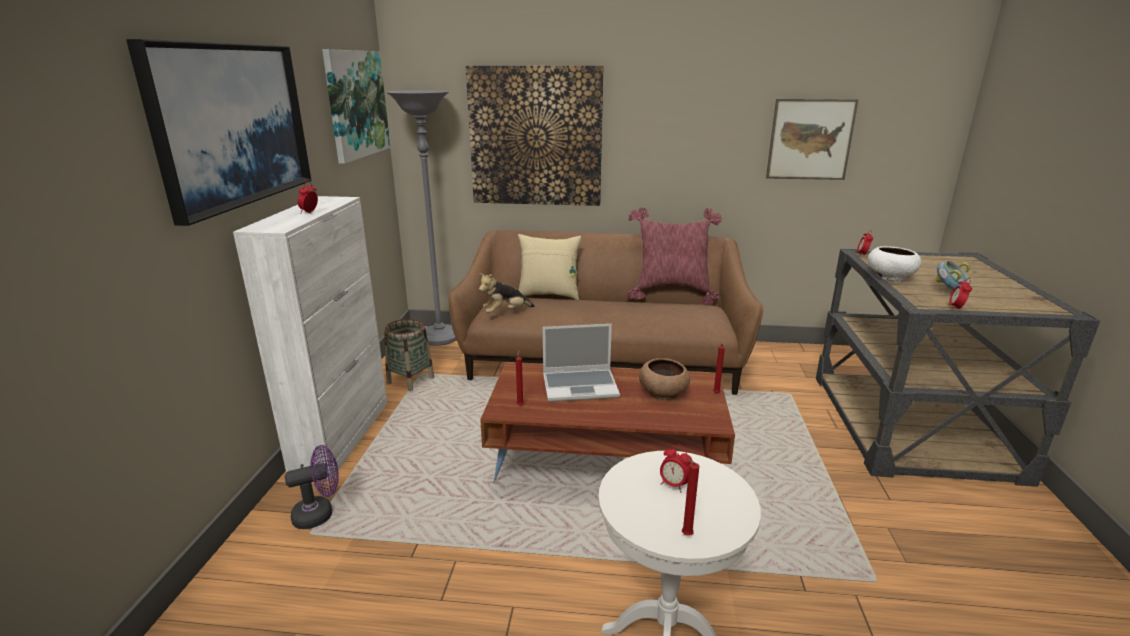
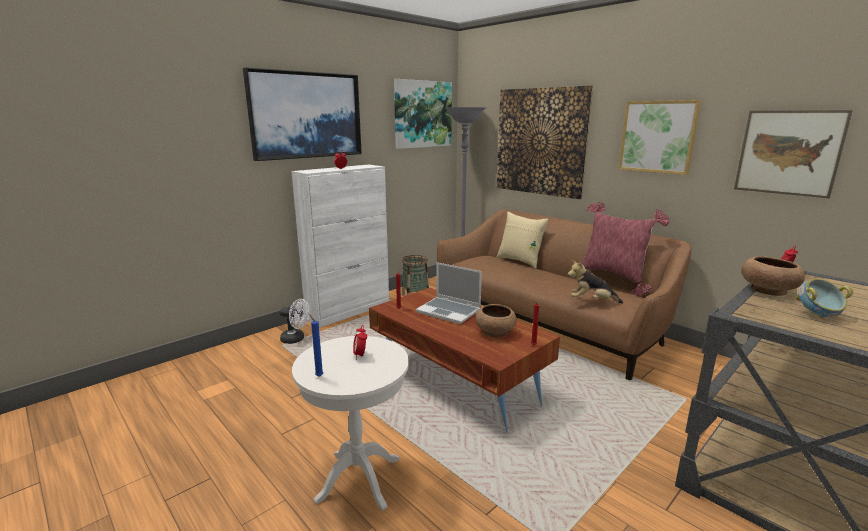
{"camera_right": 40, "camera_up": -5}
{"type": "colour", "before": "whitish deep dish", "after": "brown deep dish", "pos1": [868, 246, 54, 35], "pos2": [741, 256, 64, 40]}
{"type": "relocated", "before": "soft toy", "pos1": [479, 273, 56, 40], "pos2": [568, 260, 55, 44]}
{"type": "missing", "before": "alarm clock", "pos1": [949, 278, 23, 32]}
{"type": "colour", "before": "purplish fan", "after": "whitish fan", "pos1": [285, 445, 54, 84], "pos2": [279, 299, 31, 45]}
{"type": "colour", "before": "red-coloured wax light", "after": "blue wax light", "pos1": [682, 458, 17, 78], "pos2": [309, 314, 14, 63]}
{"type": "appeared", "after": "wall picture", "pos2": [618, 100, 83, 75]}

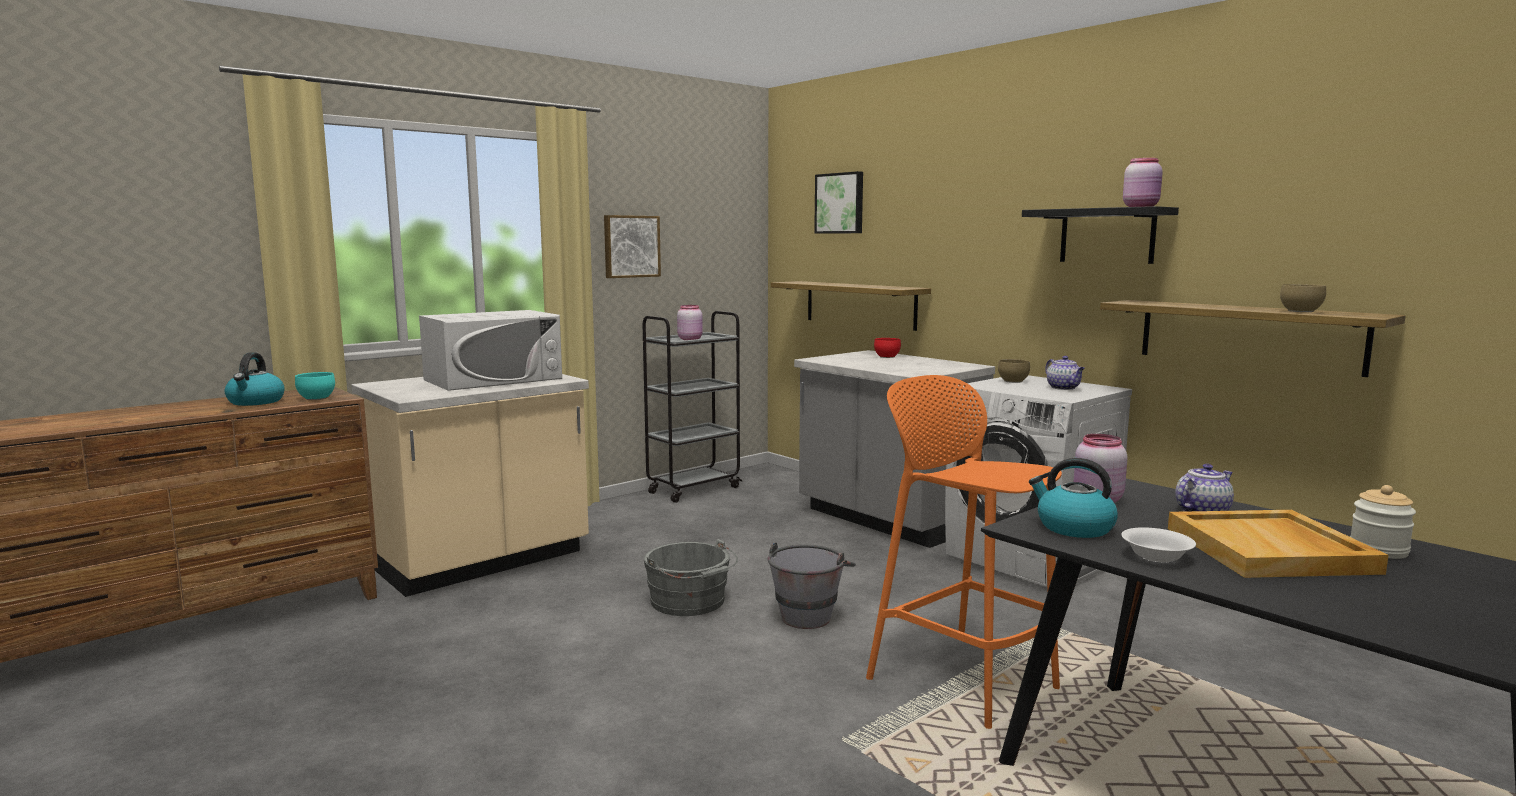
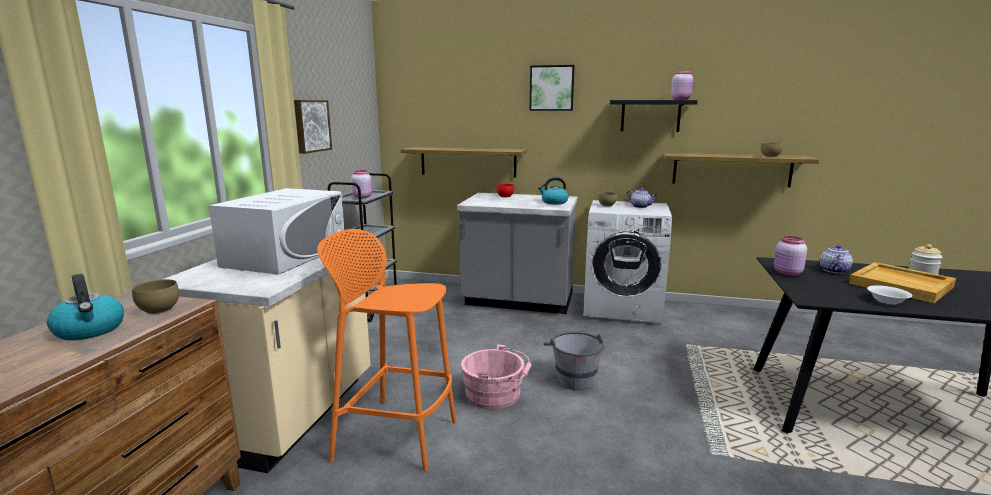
{"camera_right": -35, "camera_up": 5}
{"type": "relocated", "before": "wall picture", "pos1": [814, 171, 49, 63], "pos2": [530, 65, 45, 46]}
{"type": "colour", "before": "turquoise deep dish", "after": "brown deep dish", "pos1": [295, 372, 40, 28], "pos2": [132, 279, 47, 35]}
{"type": "relocated", "before": "orange stool", "pos1": [866, 375, 196, 354], "pos2": [317, 229, 140, 242]}
{"type": "relocated", "before": "water kettle", "pos1": [1029, 458, 89, 80], "pos2": [538, 177, 31, 27]}
{"type": "colour", "before": "gray bucket", "after": "pink bucket", "pos1": [644, 539, 94, 77], "pos2": [461, 344, 70, 65]}

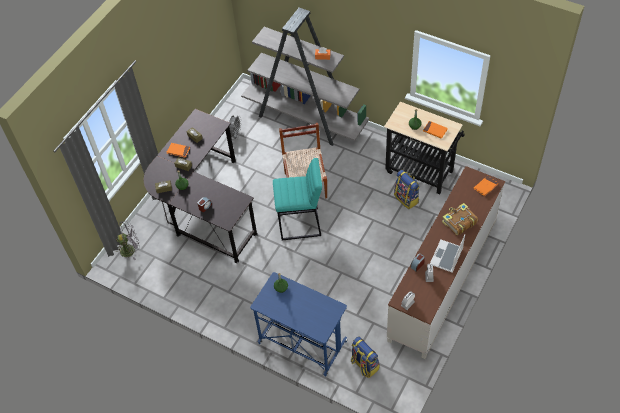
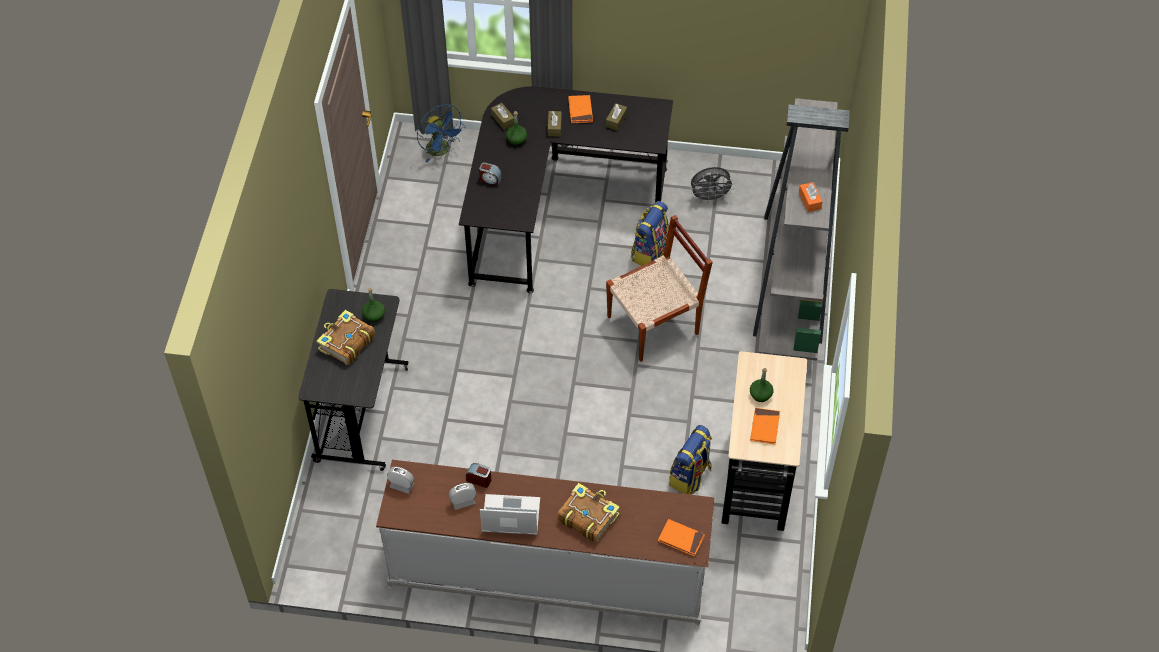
{"camera_right": 65, "camera_up": 0}
{"type": "missing", "before": "turquoise stool", "pos1": [273, 158, 49, 83]}
{"type": "colour", "before": "gray fan", "after": "blue fan", "pos1": [115, 220, 25, 40], "pos2": [417, 104, 49, 59]}
{"type": "colour", "before": "blue desk", "after": "black-coloured desk", "pos1": [250, 272, 97, 105], "pos2": [298, 289, 110, 182]}
{"type": "relocated", "before": "rucksack", "pos1": [351, 336, 28, 42], "pos2": [631, 201, 38, 65]}
{"type": "appeared", "after": "volume", "pos2": [317, 310, 58, 55]}

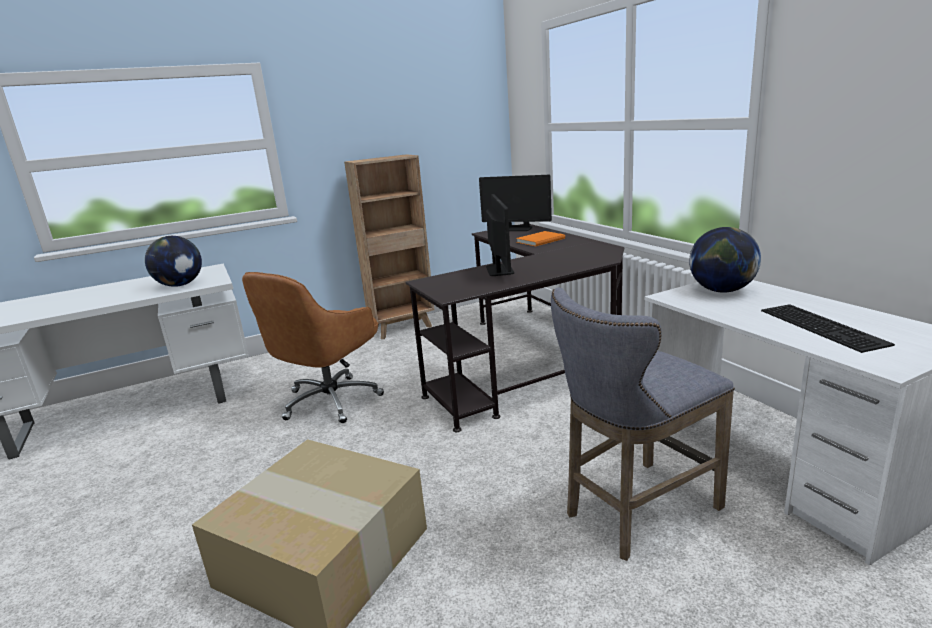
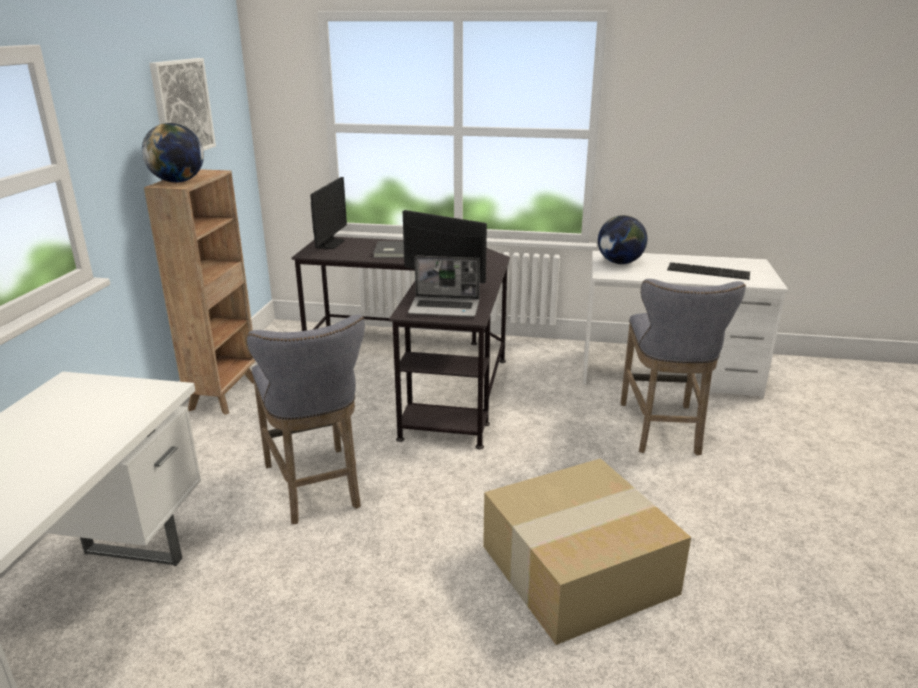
{"camera_right": -55, "camera_up": 5}
{"type": "spun", "before": "monitor", "pos1": [479, 175, 73, 56], "pos2": [310, 177, 37, 72], "turn": -45}
{"type": "colour", "before": "orange volume", "after": "gray volume", "pos1": [516, 231, 49, 15], "pos2": [373, 241, 31, 17]}
{"type": "relocated", "before": "world globe", "pos1": [145, 236, 57, 51], "pos2": [142, 123, 62, 60]}
{"type": "exchanged", "before": "brown desk chair", "after": "gray stool", "pos1": [242, 272, 142, 151], "pos2": [246, 314, 119, 210]}
{"type": "appeared", "after": "wall picture", "pos2": [149, 58, 67, 93]}
{"type": "appeared", "after": "laptop", "pos2": [408, 256, 72, 61]}

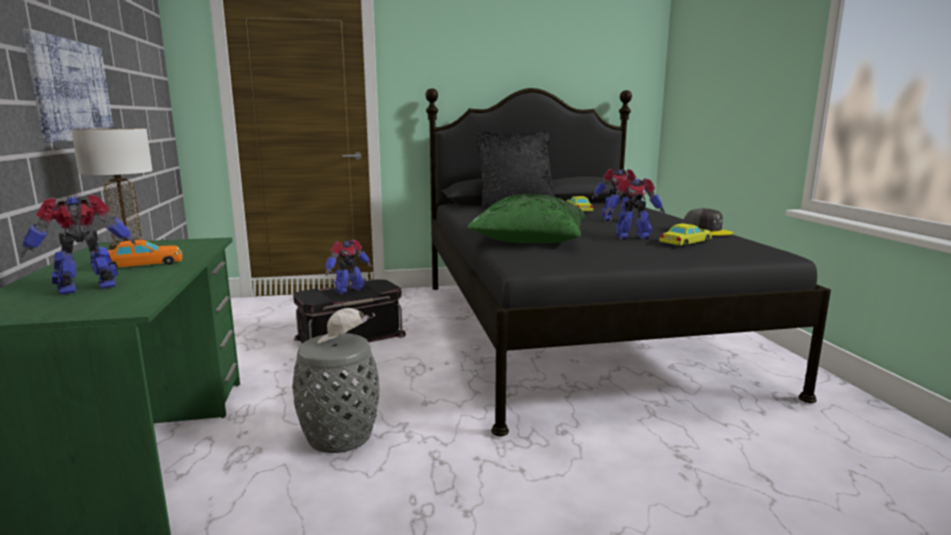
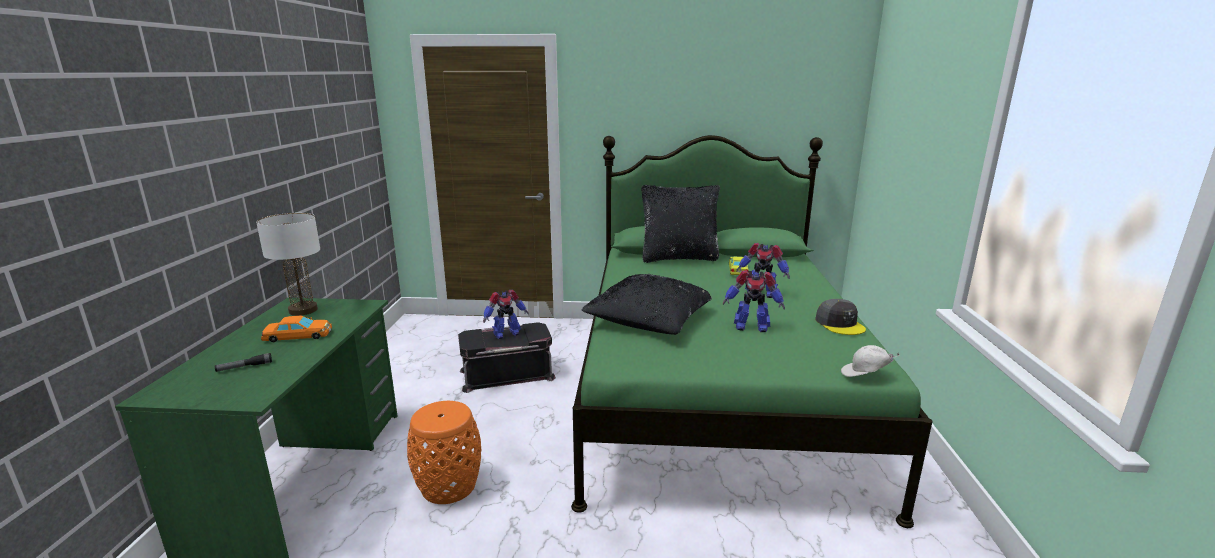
{"camera_right": 15, "camera_up": 5}
{"type": "missing", "before": "wall picture", "pos1": [22, 29, 92, 114]}
{"type": "colour", "before": "black-coloured bed", "after": "green bed", "pos1": [426, 88, 405, 348], "pos2": [571, 135, 362, 393]}
{"type": "colour", "before": "green pillow", "after": "black-coloured pillow", "pos1": [468, 194, 118, 49], "pos2": [581, 274, 131, 61]}
{"type": "exchanged", "before": "robot figure", "after": "flashlight", "pos1": [21, 195, 115, 100], "pos2": [215, 353, 57, 19]}
{"type": "missing", "before": "yellowish toy car", "pos1": [659, 223, 53, 24]}
{"type": "relocated", "before": "whitish baseball cap", "pos1": [317, 308, 58, 36], "pos2": [841, 345, 59, 32]}
{"type": "colour", "before": "gray stool", "after": "orange stool", "pos1": [293, 333, 86, 120], "pos2": [407, 401, 74, 103]}

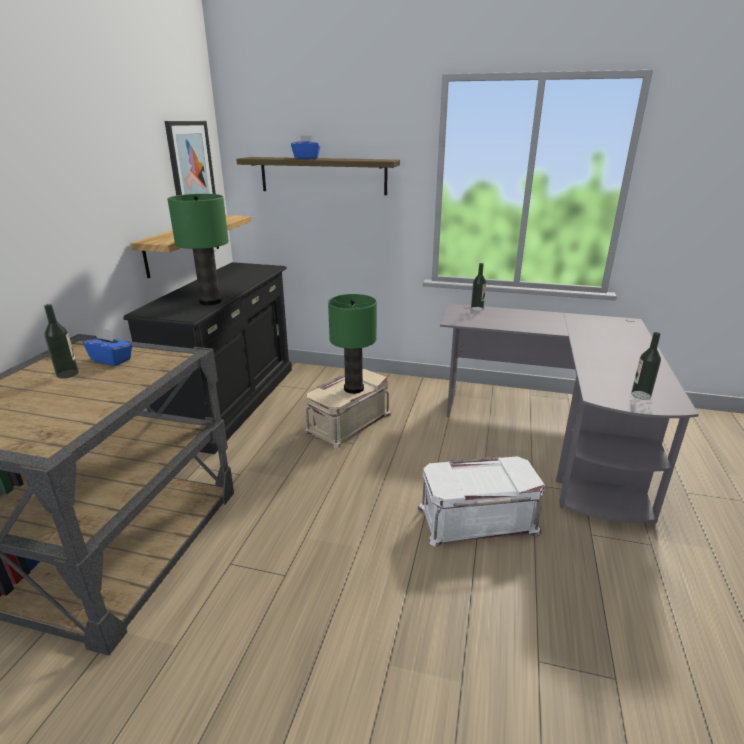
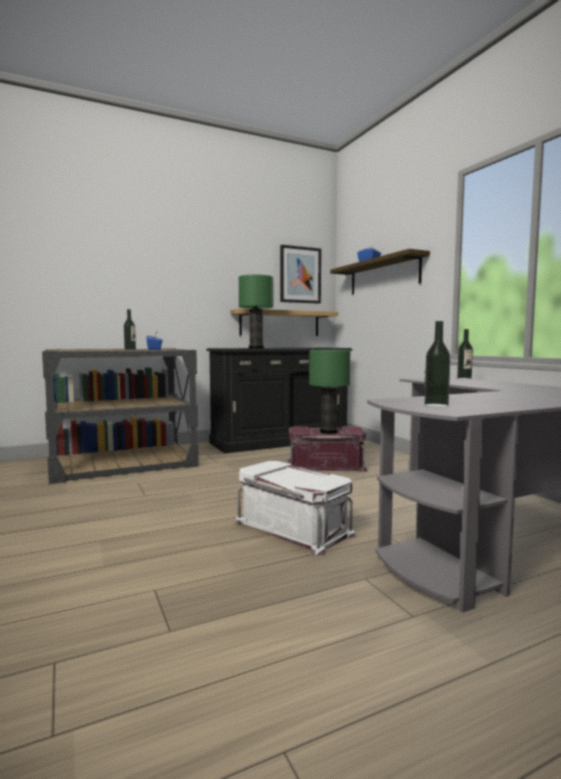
{"camera_right": 50, "camera_up": -20}
{"type": "colour", "before": "beige-coloured storage box", "after": "red-coloured storage box", "pos1": [305, 369, 86, 79], "pos2": [287, 426, 81, 46]}

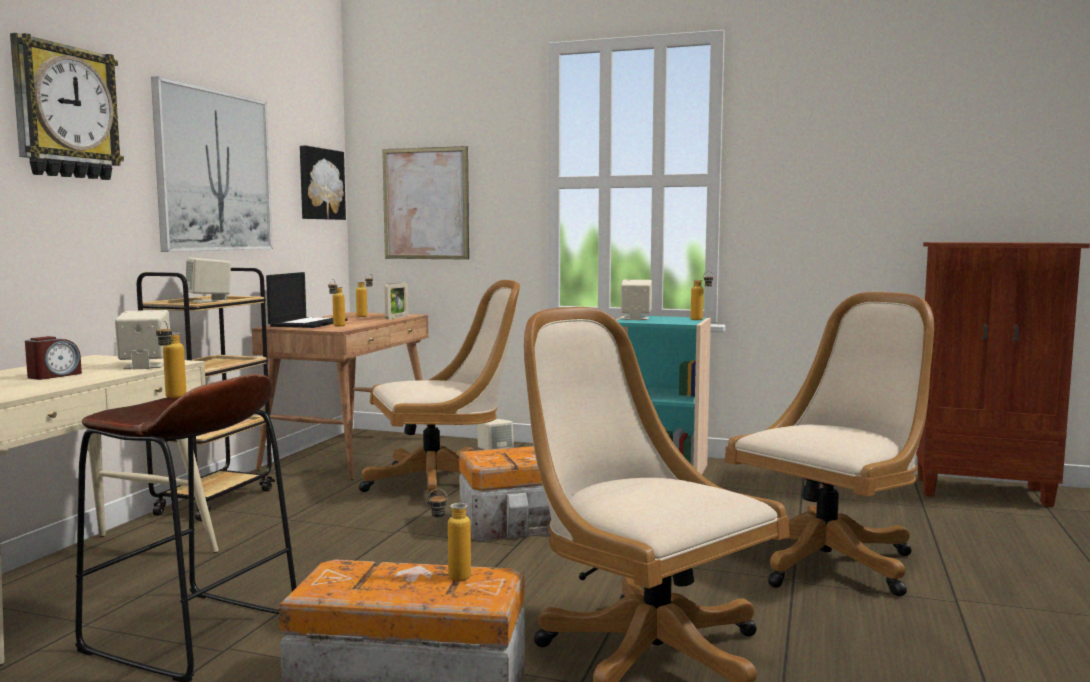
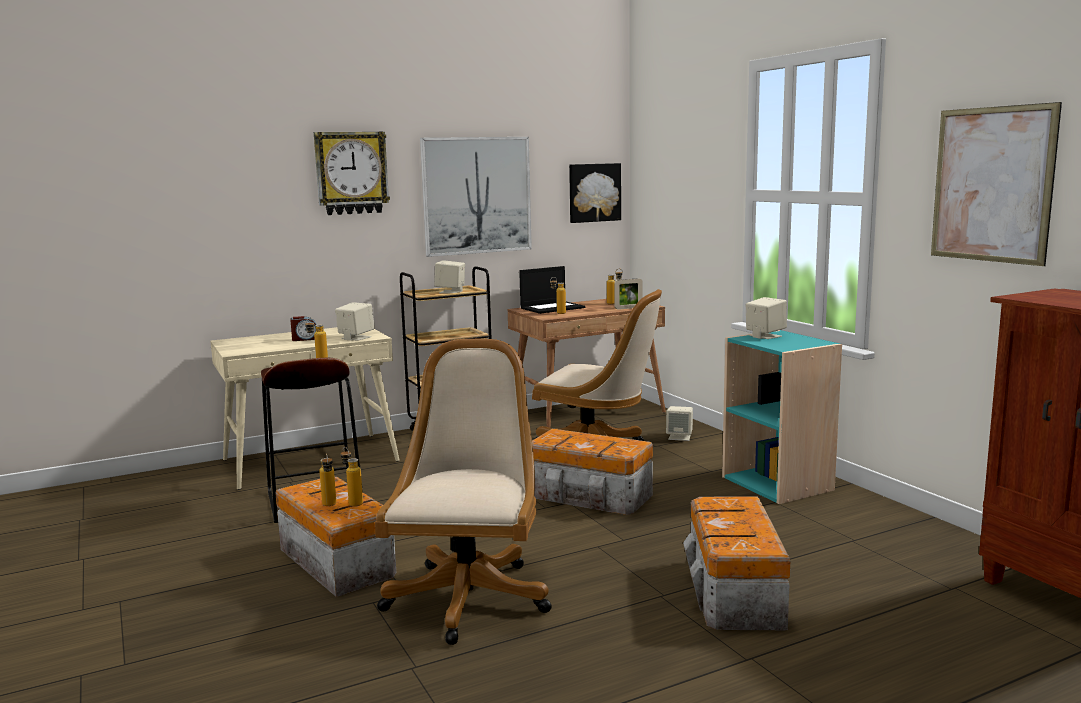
{"camera_right": 45, "camera_up": 5}
{"type": "relocated", "before": "wall picture", "pos1": [382, 146, 87, 114], "pos2": [931, 102, 131, 164]}
{"type": "relocated", "before": "beverage bottle", "pos1": [691, 271, 23, 49], "pos2": [320, 453, 16, 53]}
{"type": "exchanged", "before": "desk chair", "after": "storage box", "pos1": [724, 292, 210, 304], "pos2": [683, 497, 107, 133]}

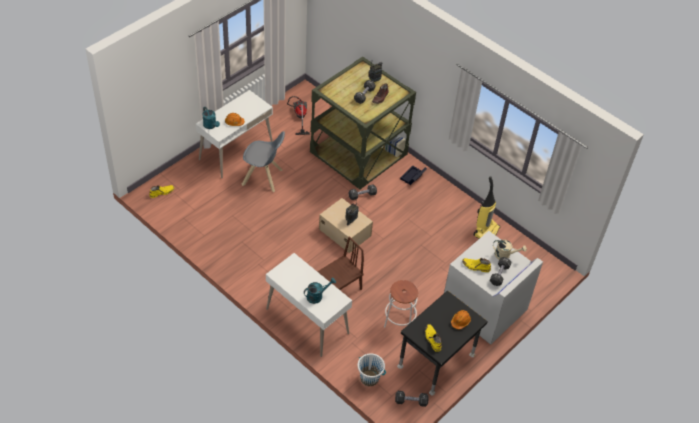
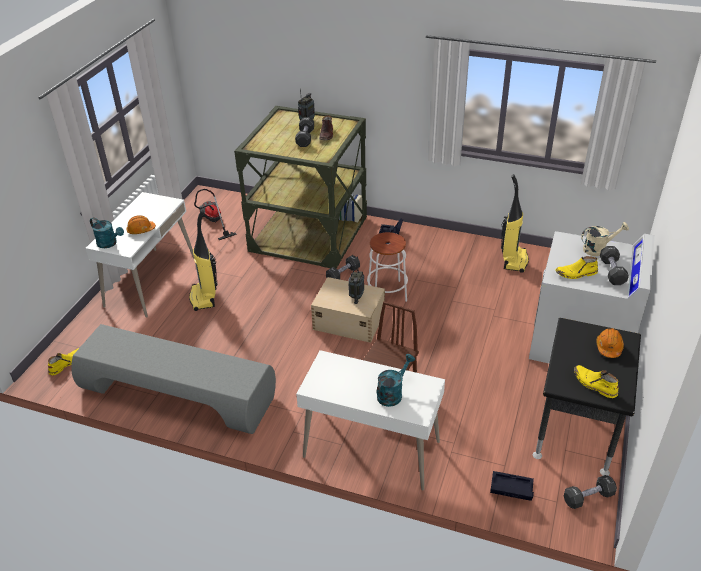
{"camera_right": -20, "camera_up": -10}
{"type": "exchanged", "before": "gray chair", "after": "vacuum", "pos1": [241, 131, 44, 61], "pos2": [189, 210, 29, 101]}
{"type": "relocated", "before": "whitish stool", "pos1": [384, 280, 34, 47], "pos2": [367, 232, 41, 70]}
{"type": "exchanged", "before": "whitish bucket", "after": "black-coloured storage box", "pos1": [358, 354, 28, 32], "pos2": [490, 471, 44, 30]}
{"type": "appeared", "after": "gray bench", "pos2": [71, 324, 205, 110]}

